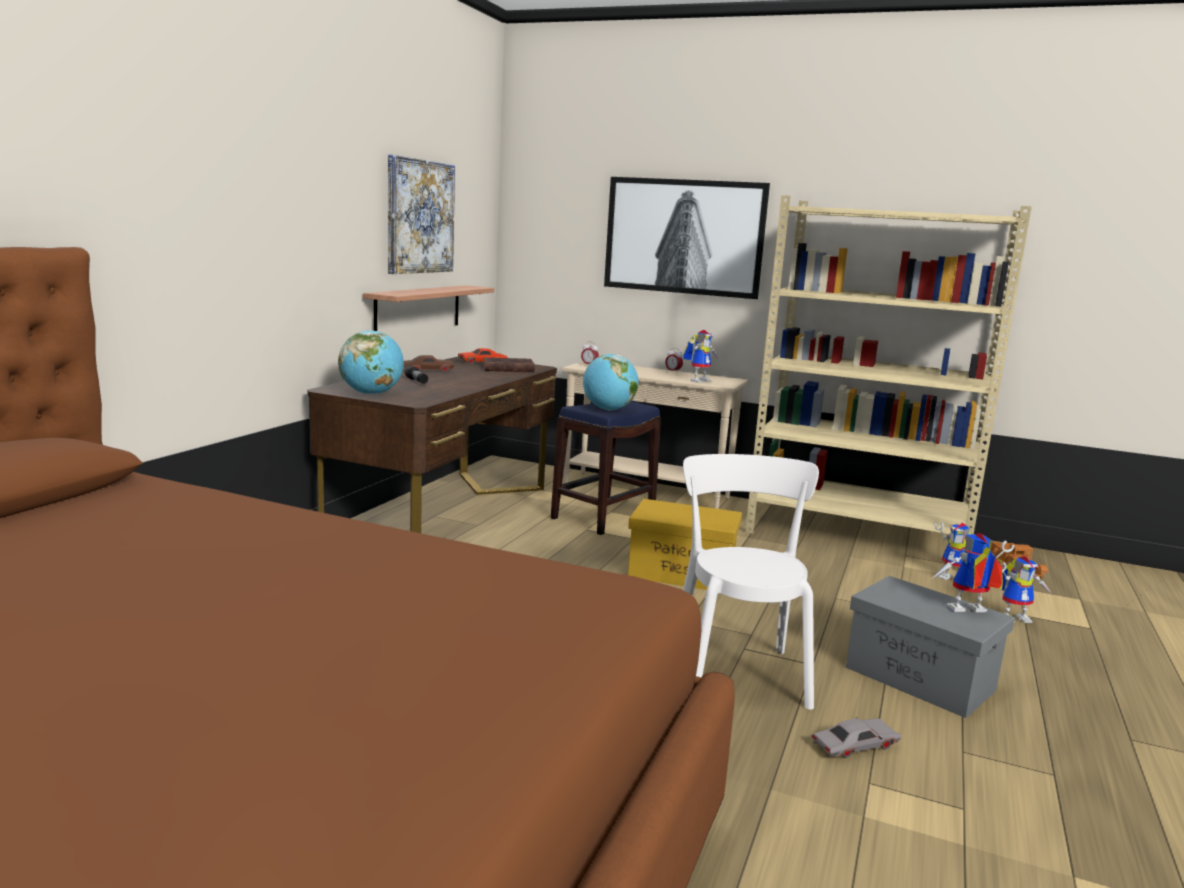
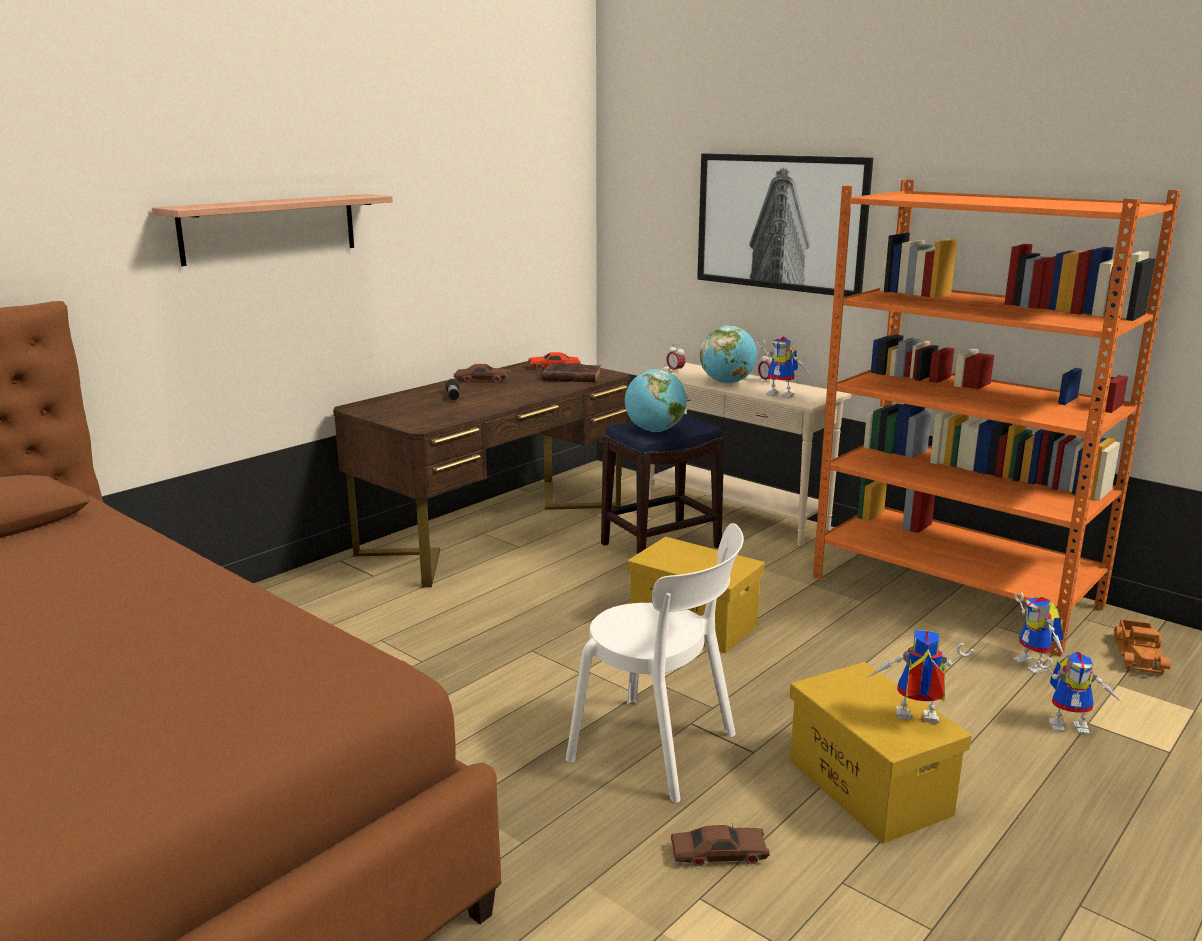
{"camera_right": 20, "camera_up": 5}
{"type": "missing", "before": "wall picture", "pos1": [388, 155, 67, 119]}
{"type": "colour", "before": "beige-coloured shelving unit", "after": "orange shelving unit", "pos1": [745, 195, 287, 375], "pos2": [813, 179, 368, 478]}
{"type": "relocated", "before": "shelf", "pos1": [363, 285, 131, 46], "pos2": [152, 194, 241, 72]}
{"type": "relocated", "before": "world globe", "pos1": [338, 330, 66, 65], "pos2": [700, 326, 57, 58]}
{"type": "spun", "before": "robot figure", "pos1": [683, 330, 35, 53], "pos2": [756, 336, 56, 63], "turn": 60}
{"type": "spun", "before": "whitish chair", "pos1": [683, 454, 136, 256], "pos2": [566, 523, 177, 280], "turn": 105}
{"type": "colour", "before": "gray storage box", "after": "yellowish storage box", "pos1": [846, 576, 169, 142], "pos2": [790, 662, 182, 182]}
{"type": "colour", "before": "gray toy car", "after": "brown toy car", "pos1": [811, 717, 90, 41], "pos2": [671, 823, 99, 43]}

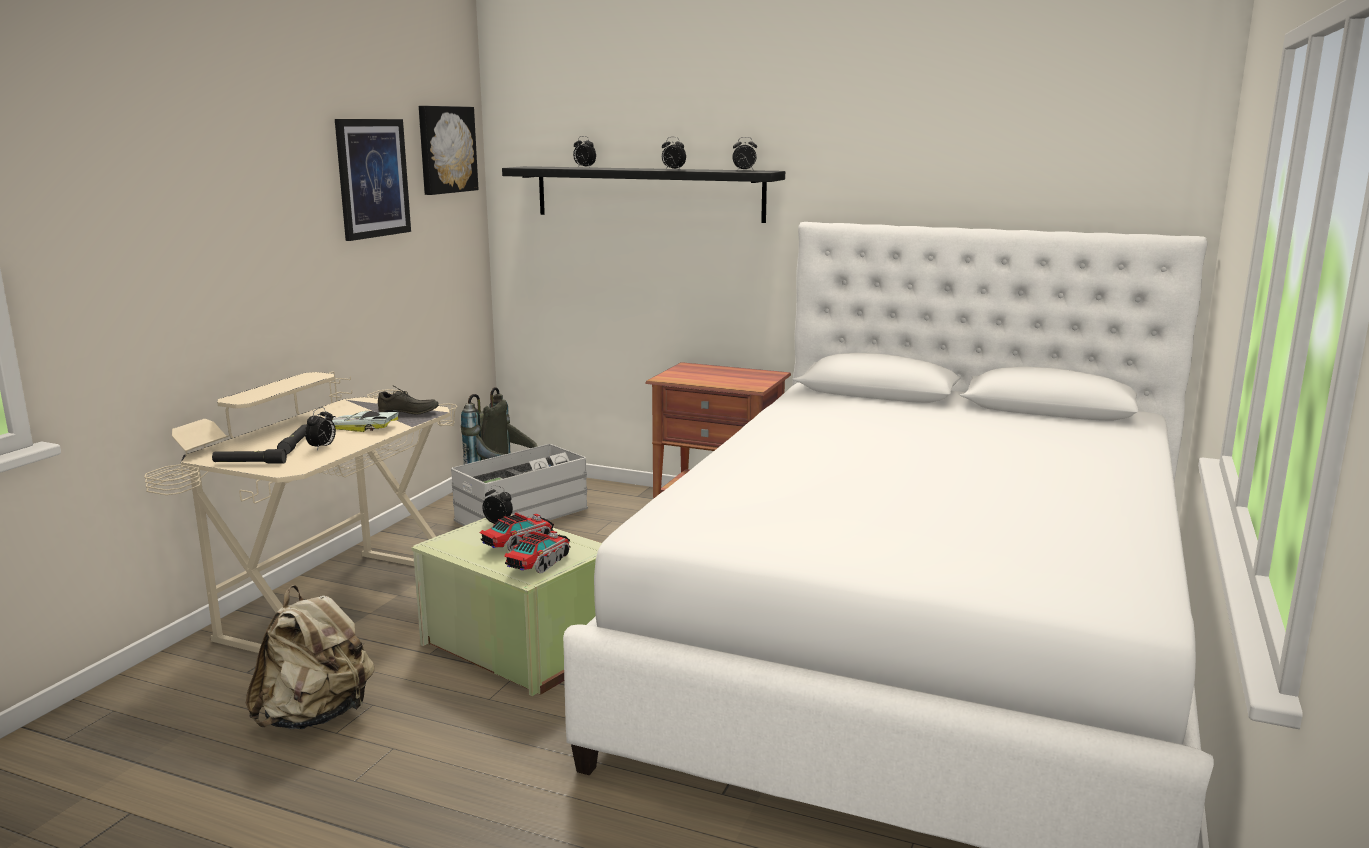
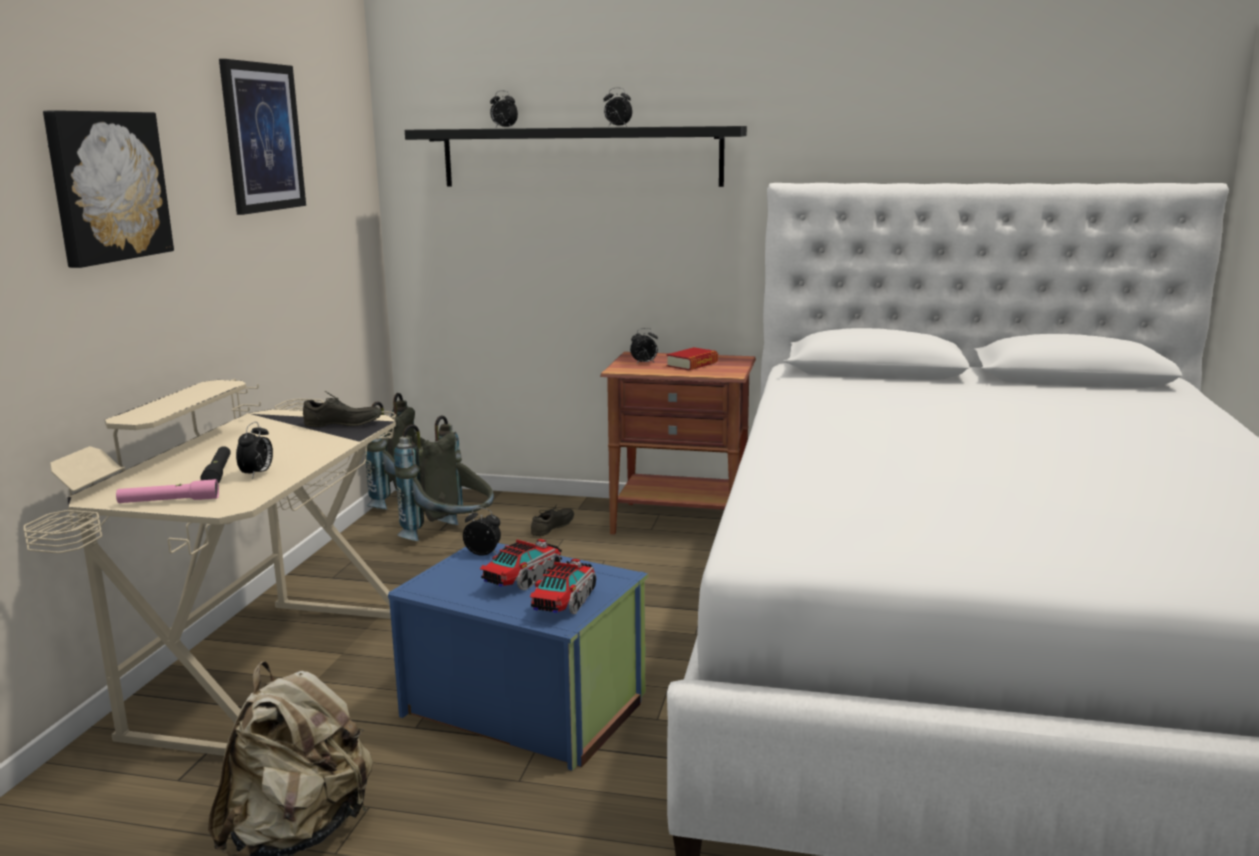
{"camera_right": -10, "camera_up": 0}
{"type": "relocated", "before": "wall picture", "pos1": [419, 106, 59, 89], "pos2": [43, 110, 131, 158]}
{"type": "relocated", "before": "alarm clock", "pos1": [732, 137, 25, 33], "pos2": [630, 328, 28, 37]}
{"type": "missing", "before": "toy car", "pos1": [326, 410, 73, 22]}
{"type": "exchanged", "before": "gray storage box", "after": "gray rucksack", "pos1": [451, 444, 137, 82], "pos2": [394, 415, 100, 126]}
{"type": "colour", "before": "black-coloured flashlight", "after": "pink flashlight", "pos1": [212, 449, 75, 15], "pos2": [116, 479, 103, 24]}
{"type": "colour", "before": "green storage box", "after": "blue storage box", "pos1": [411, 514, 191, 182], "pos2": [388, 543, 260, 227]}
{"type": "appeared", "after": "volume", "pos2": [667, 347, 51, 23]}
{"type": "appeared", "after": "gray low shoe", "pos2": [531, 505, 43, 31]}

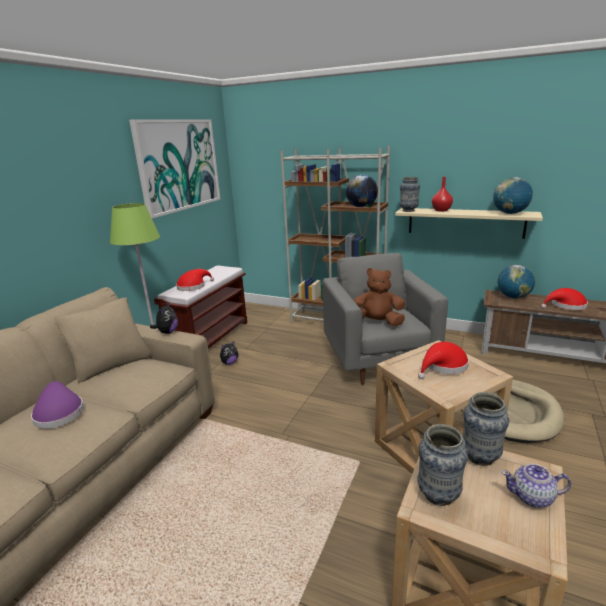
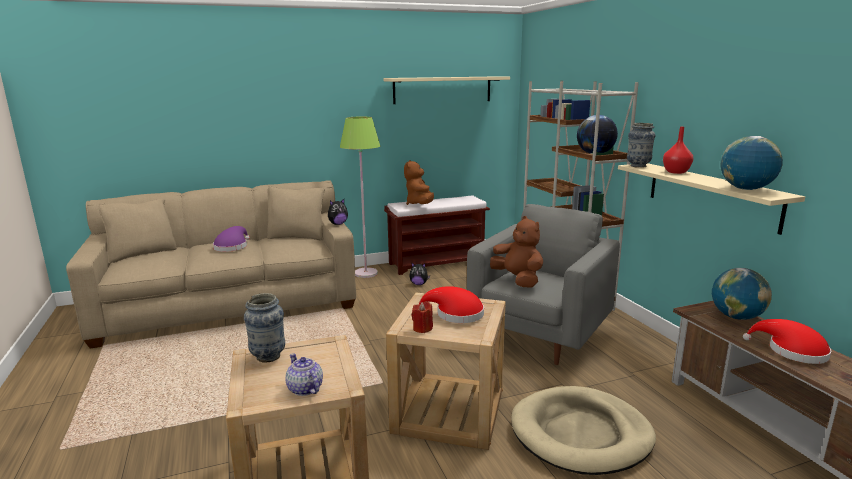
{"camera_right": 45, "camera_up": -5}
{"type": "exchanged", "before": "wall picture", "after": "beige-coloured shelf", "pos1": [129, 119, 92, 100], "pos2": [383, 76, 127, 28]}
{"type": "exchanged", "before": "red-coloured wearable hat", "after": "brown soft toy", "pos1": [176, 269, 38, 22], "pos2": [404, 160, 30, 45]}
{"type": "missing", "before": "flower vase", "pos1": [463, 392, 46, 74]}
{"type": "appeared", "after": "red-coloured wax light", "pos2": [412, 301, 21, 32]}

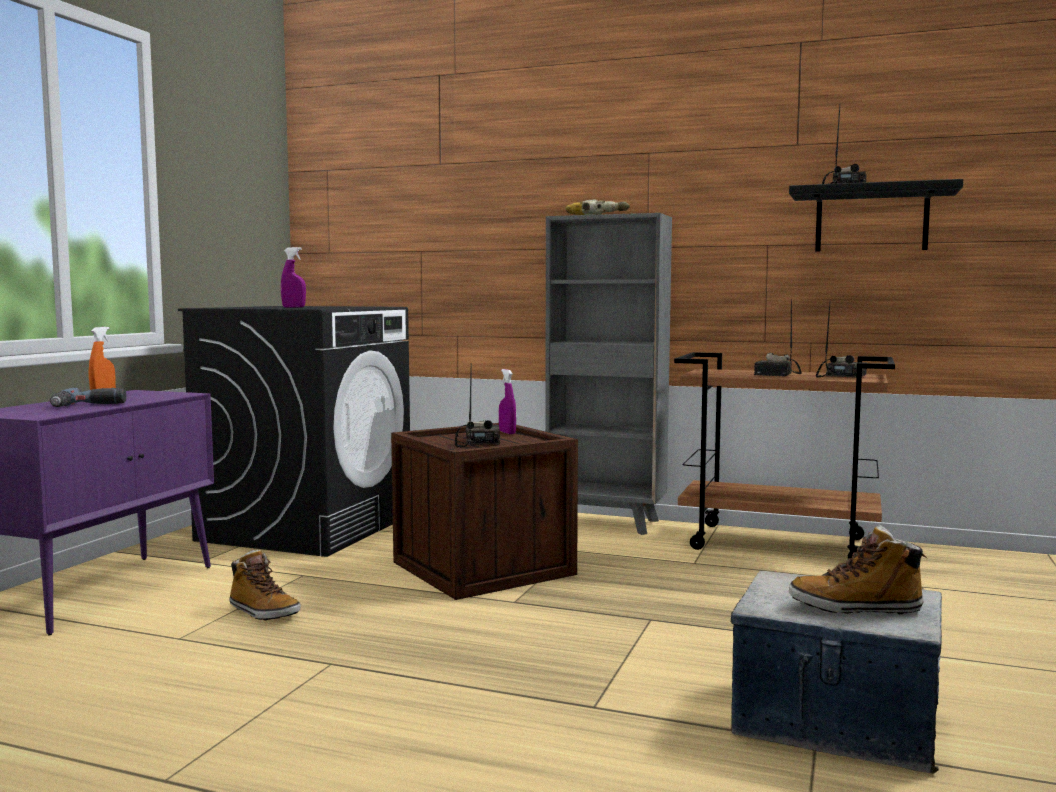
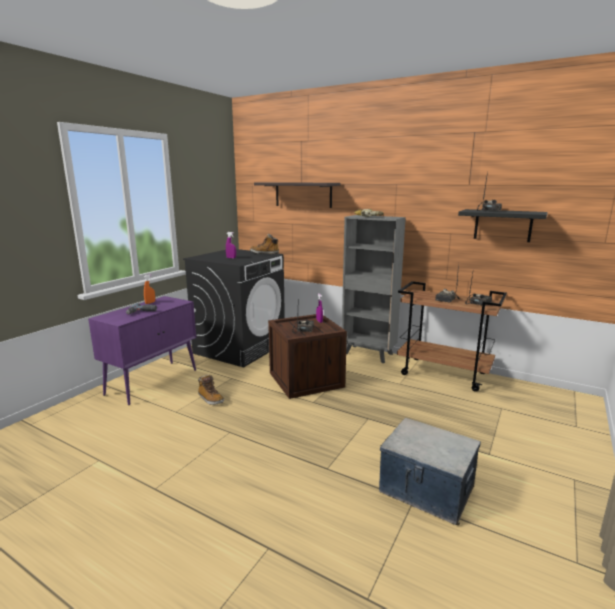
{"camera_right": 10, "camera_up": 10}
{"type": "relocated", "before": "high-top boot", "pos1": [789, 525, 138, 89], "pos2": [250, 234, 29, 20]}
{"type": "appeared", "after": "shelf", "pos2": [254, 182, 86, 26]}

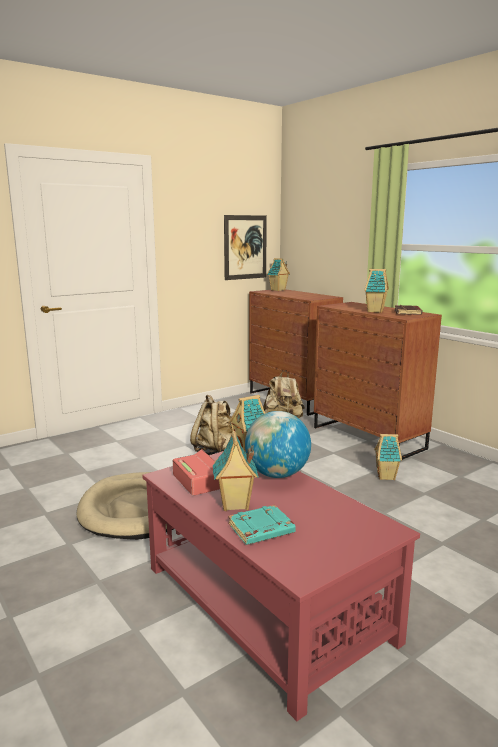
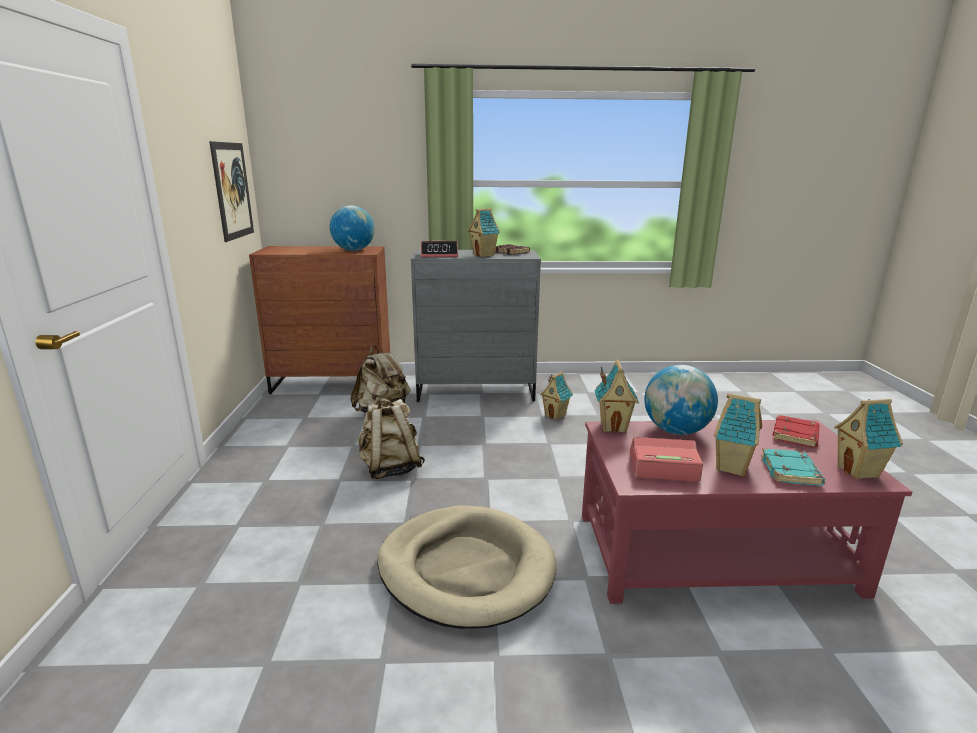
{"camera_right": -55, "camera_up": 5}
{"type": "relocated", "before": "model house", "pos1": [267, 258, 23, 33], "pos2": [834, 399, 69, 81]}
{"type": "colour", "before": "brown drawer chest", "after": "gray drawer chest", "pos1": [314, 302, 128, 158], "pos2": [411, 250, 130, 152]}
{"type": "appeared", "after": "world globe", "pos2": [330, 206, 45, 45]}
{"type": "appeared", "after": "alarm clock", "pos2": [421, 241, 37, 16]}
{"type": "appeared", "after": "red-coloured volume", "pos2": [773, 415, 47, 33]}

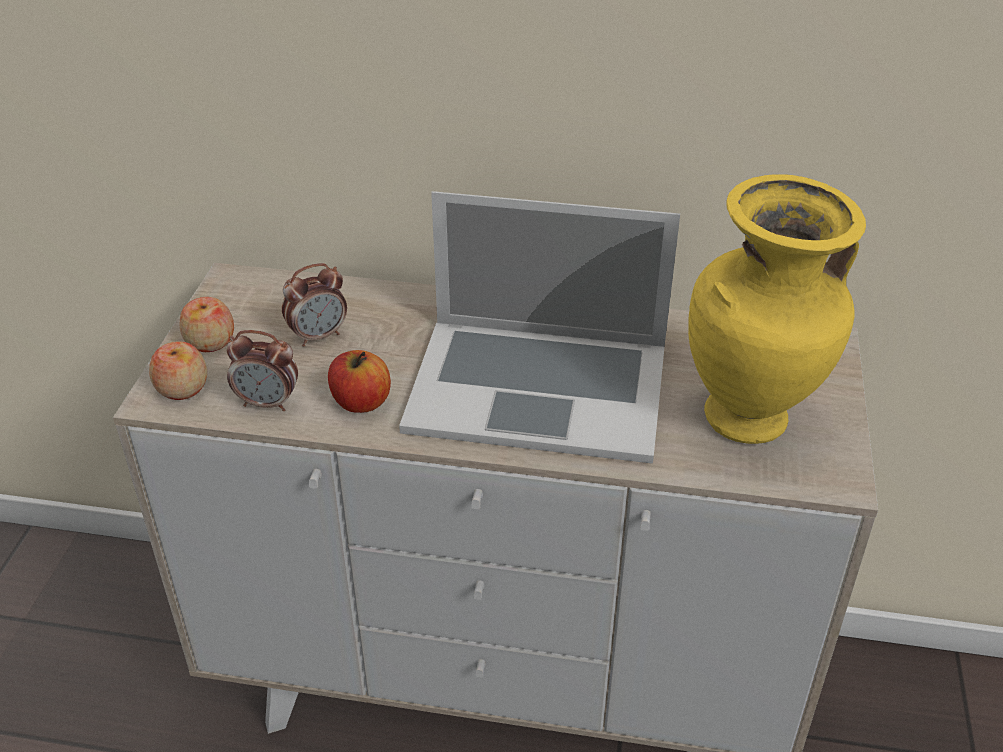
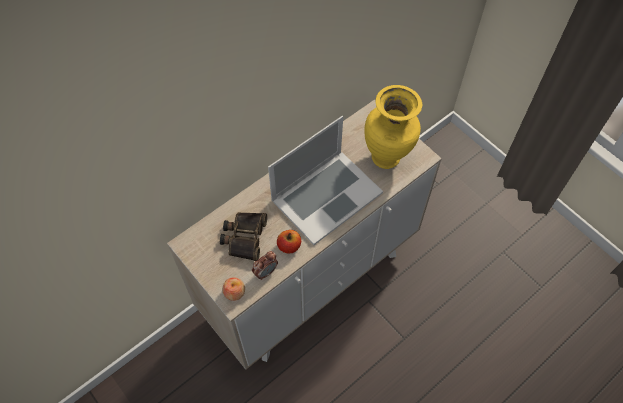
{"camera_right": -50, "camera_up": 20}
{"type": "exchanged", "before": "alarm clock", "after": "field glasses", "pos1": [282, 263, 65, 84], "pos2": [220, 212, 47, 49]}
{"type": "missing", "before": "apple", "pos1": [180, 297, 54, 55]}

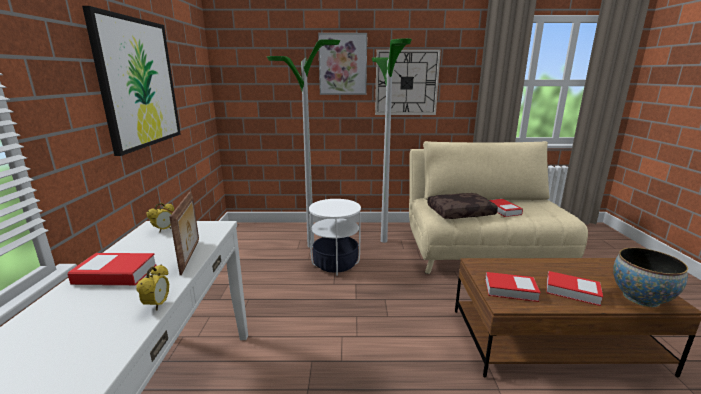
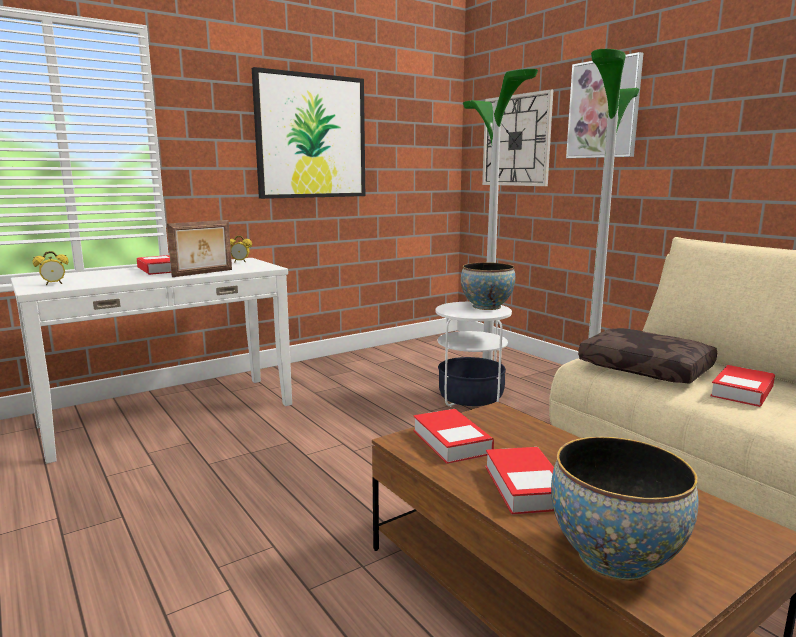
{"camera_right": 55, "camera_up": -5}
{"type": "relocated", "before": "hanging clock", "pos1": [375, 50, 66, 65], "pos2": [482, 89, 71, 97]}
{"type": "relocated", "before": "alarm clock", "pos1": [136, 265, 33, 46], "pos2": [32, 251, 37, 34]}
{"type": "appeared", "after": "deep dish", "pos2": [461, 262, 54, 48]}

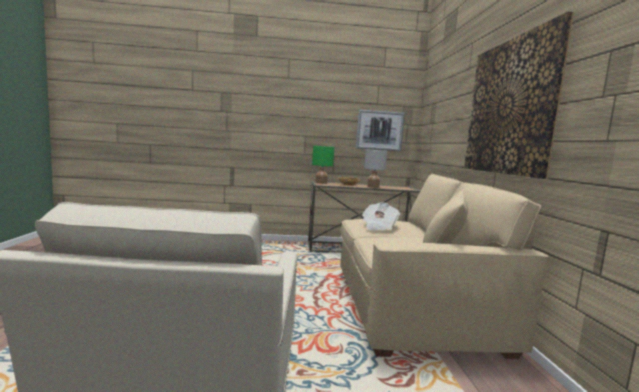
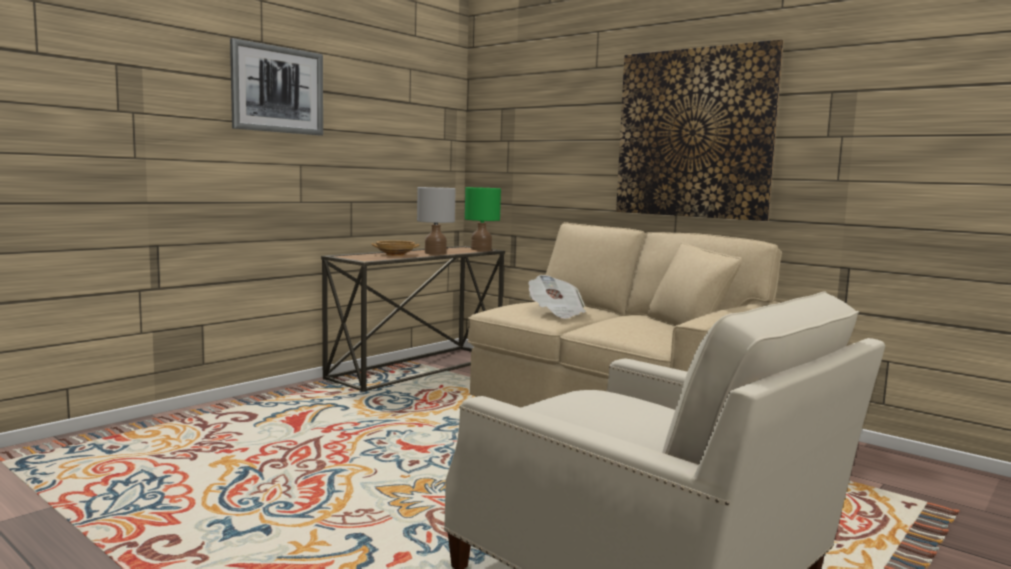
{"camera_right": -45, "camera_up": 0}
{"type": "relocated", "before": "wall picture", "pos1": [356, 109, 49, 42], "pos2": [230, 38, 93, 98]}
{"type": "relocated", "before": "green tabletop lamp", "pos1": [312, 146, 22, 38], "pos2": [465, 187, 36, 64]}

